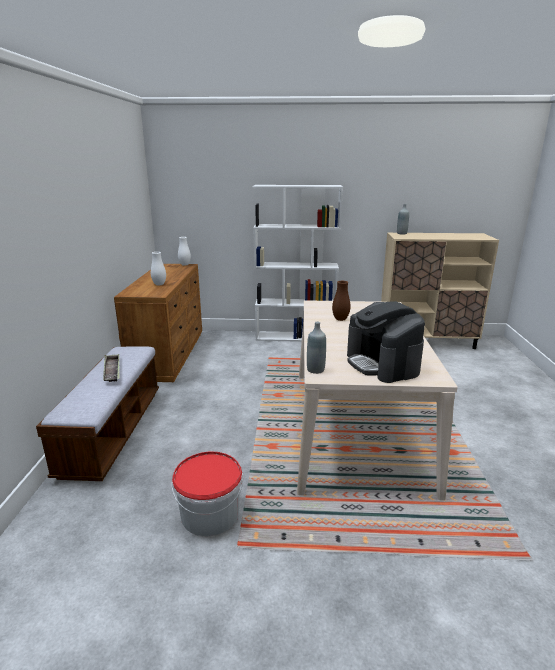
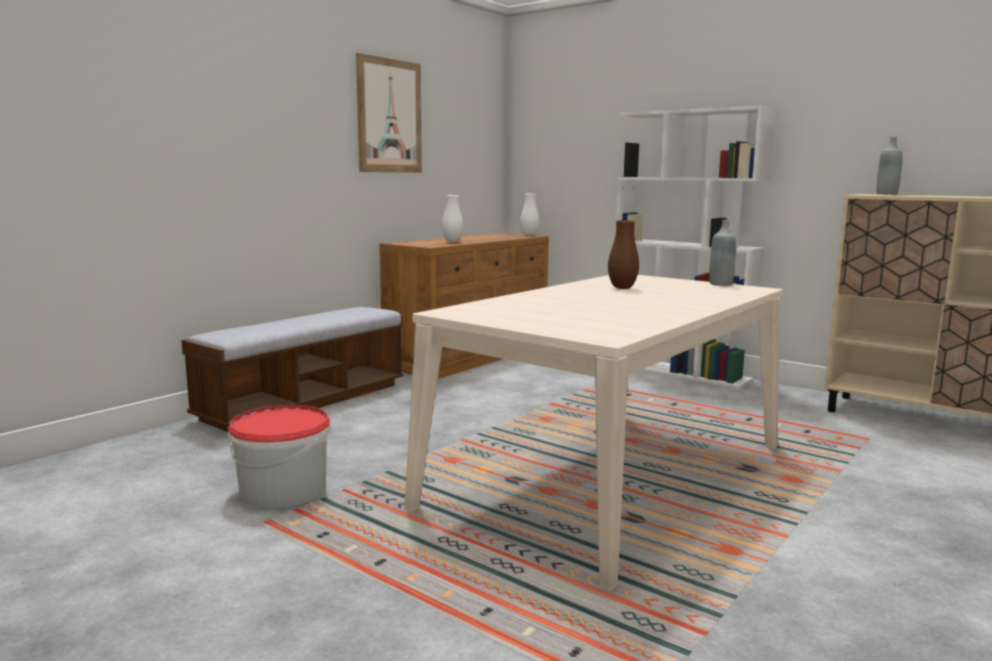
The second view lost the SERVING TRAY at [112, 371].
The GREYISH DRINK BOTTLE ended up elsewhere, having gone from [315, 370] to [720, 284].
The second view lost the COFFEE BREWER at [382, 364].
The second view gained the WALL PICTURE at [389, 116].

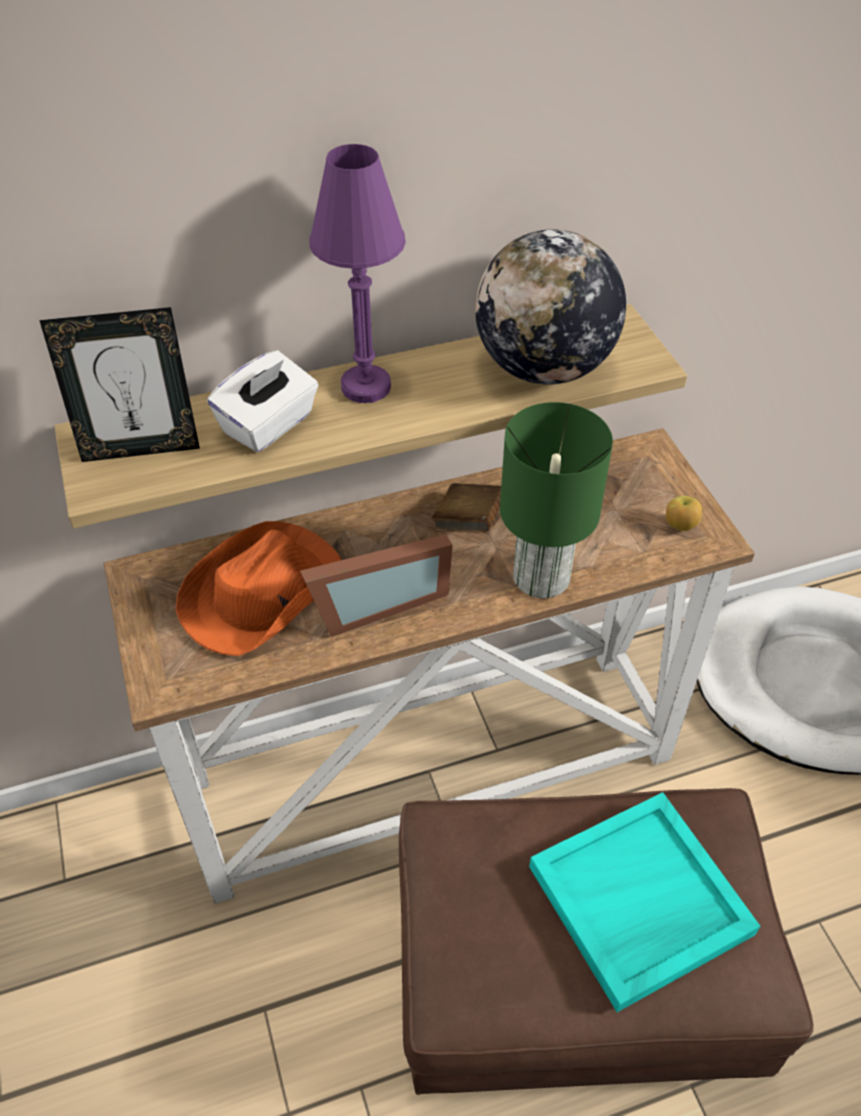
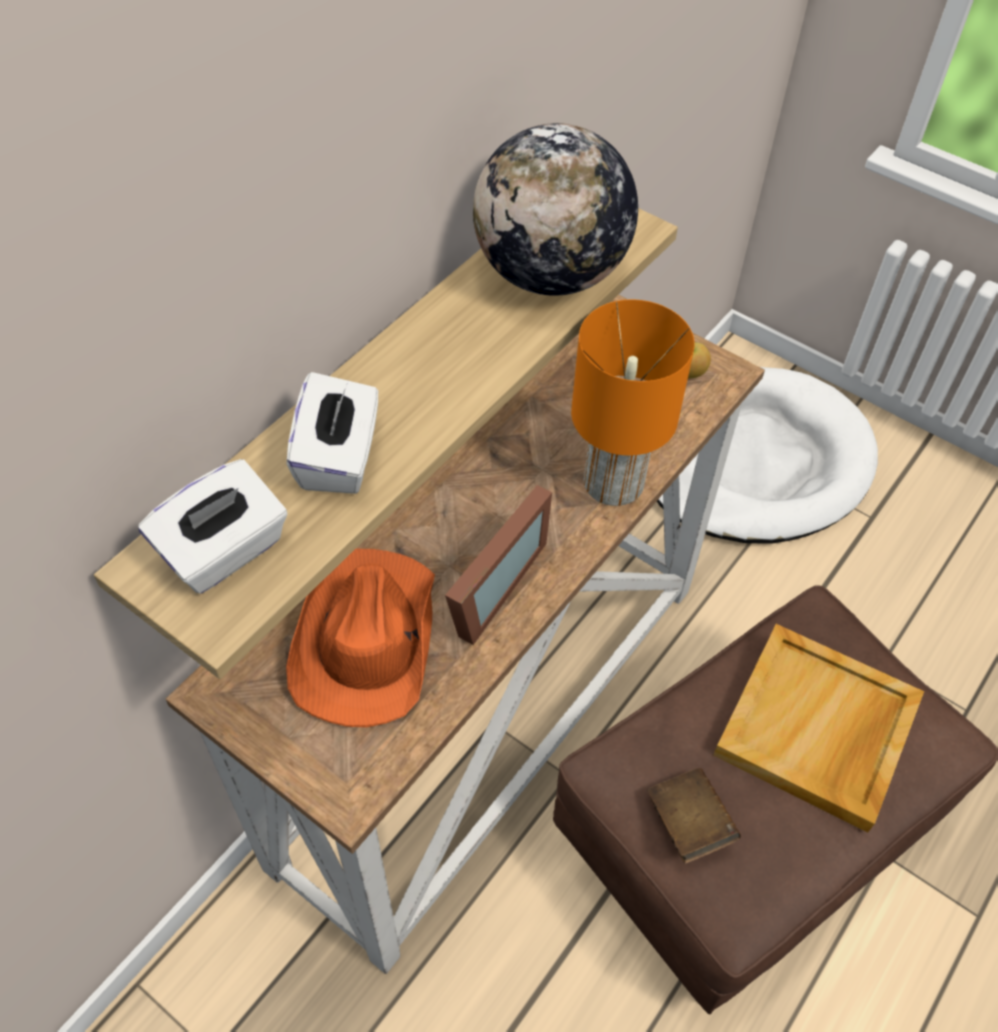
Where the PHOTO FRAME stood at [141, 448], the WHITE-COLOURED BOX OF TISSUES came to stand at [224, 551].
The second view lost the PURPLISH TABLE LAMP at [365, 387].
The BROWN-COLOURED VOLUME ended up elsewhere, having gone from [468, 523] to [688, 823].
What was the GREENISH TABLE LAMP at [540, 576] turned into the ORANGE-COLOURED TABLE LAMP at [611, 482].
What was the TURQUOISE SERVING TRAY at [639, 902] turned into the BEIGE-COLOURED SERVING TRAY at [818, 730].

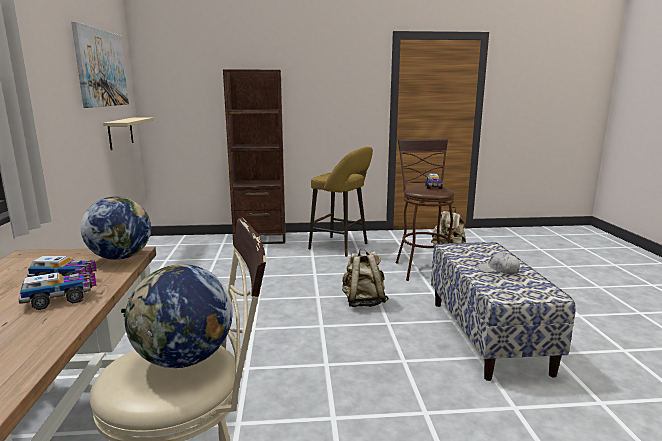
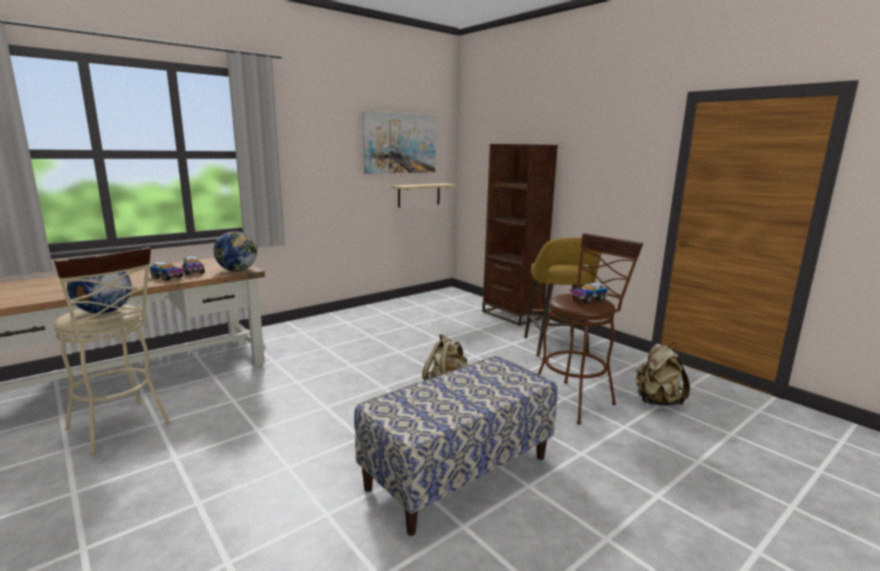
The second view lost the WHITE-COLOURED CAP at [498, 270].

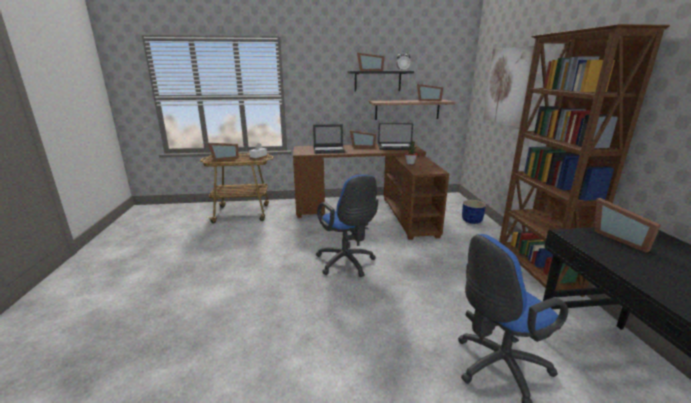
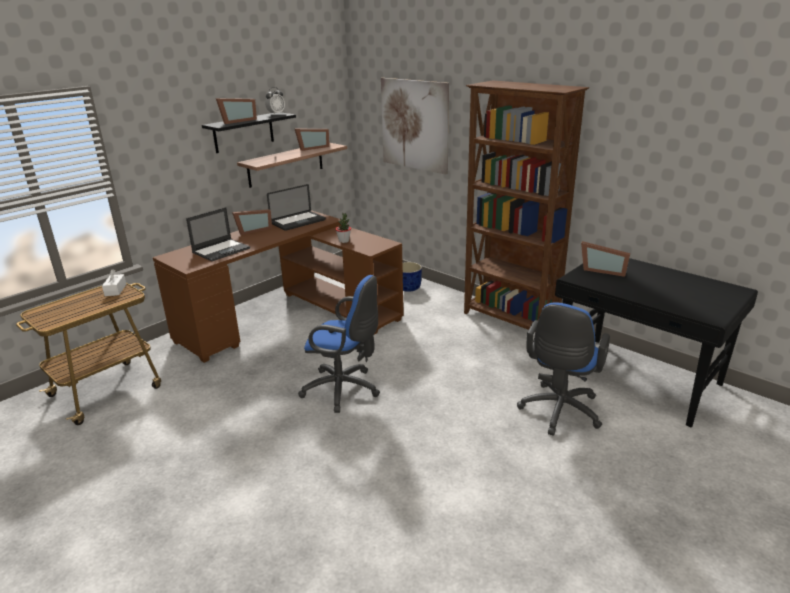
The second view lost the PHOTO FRAME at [224, 158].

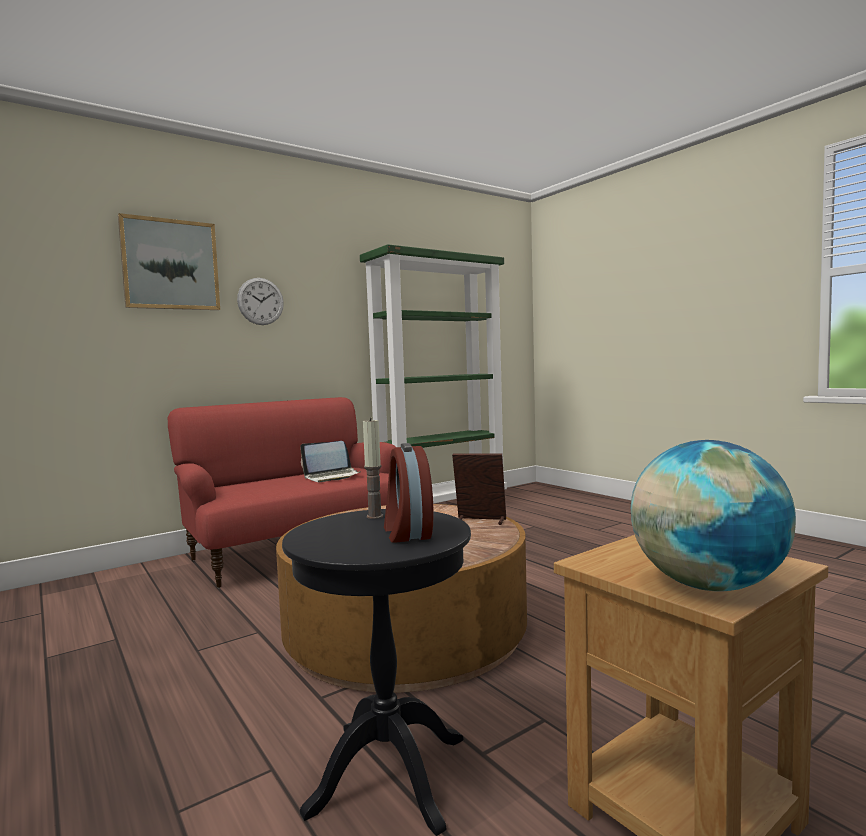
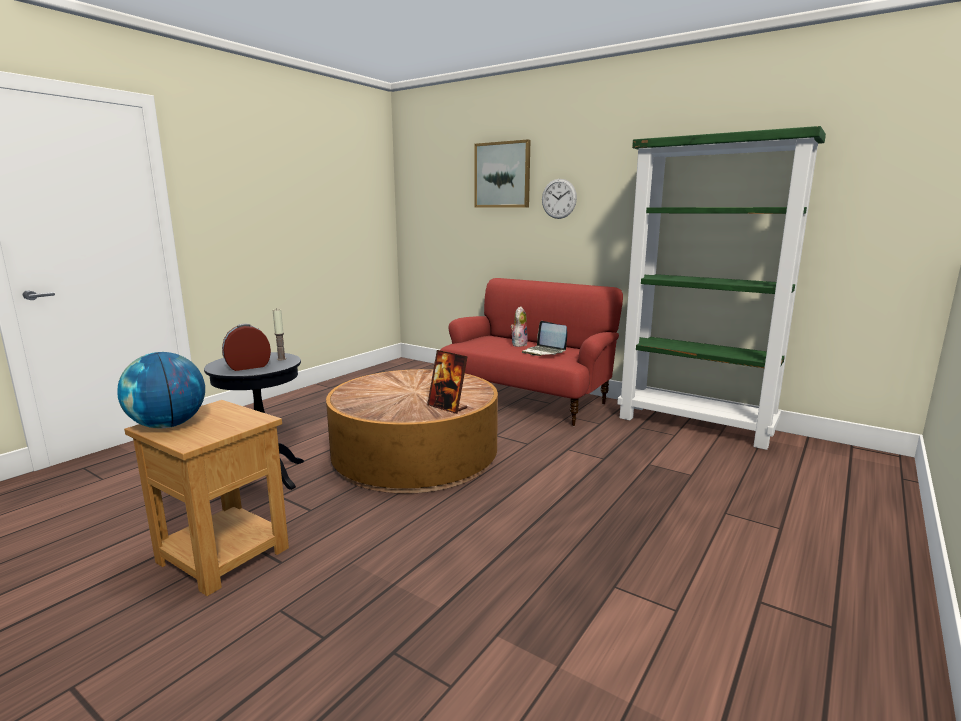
The PHOTO FRAME at [480, 521] ended up facing another way, 135 degrees clockwise from before.
The second view gained the SOFT TOY at [518, 344].

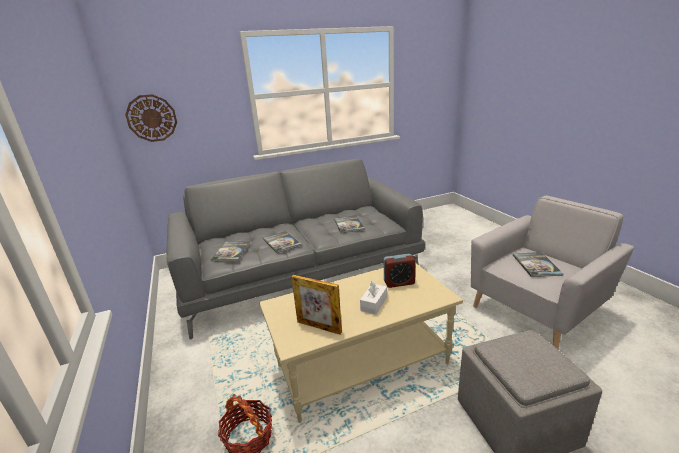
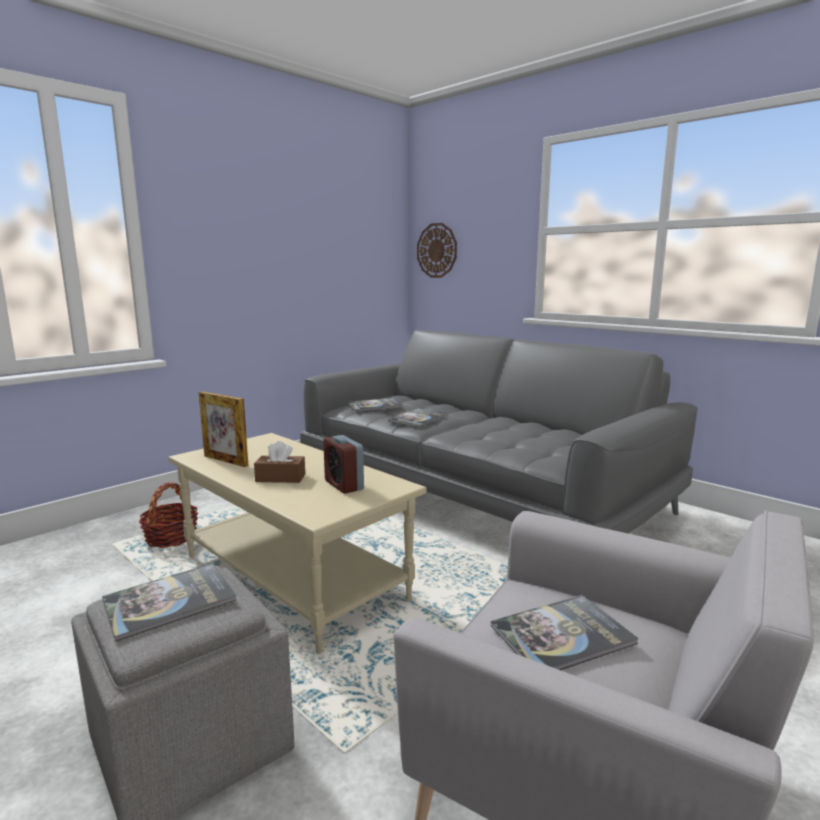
The PHOTO FRAME at [319, 327] ended up facing another way, 60 degrees counterclockwise from before.
The VOLUME ended up elsewhere, having gone from [349, 224] to [169, 601].
What was the WHITE-COLOURED BOX OF TISSUES at [374, 304] turned into the BROWN-COLOURED BOX OF TISSUES at [280, 478].

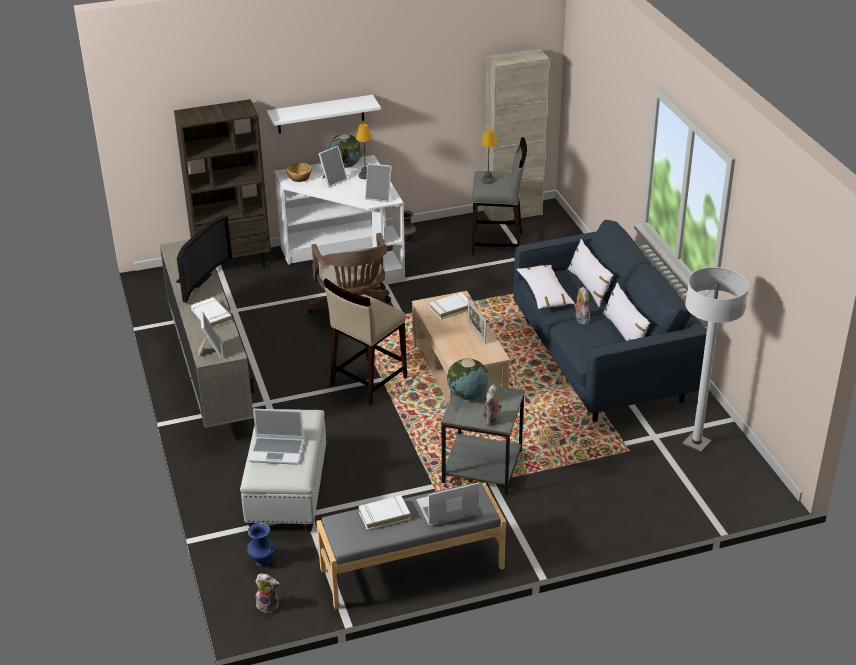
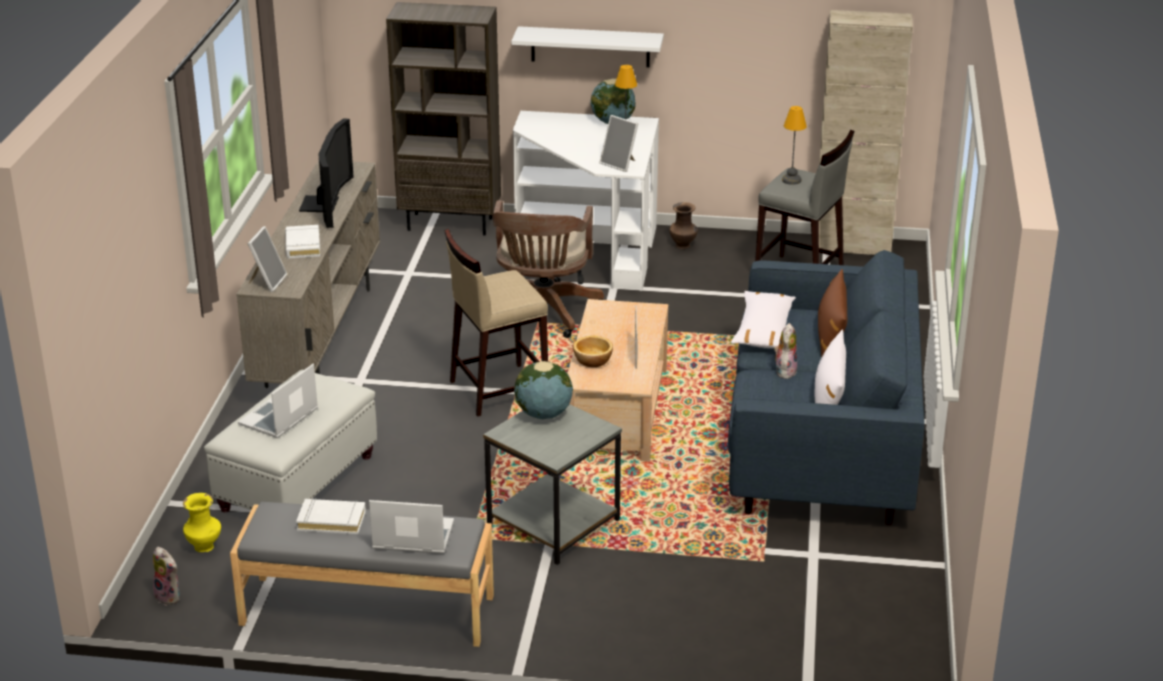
The TELEVISION at [198, 279] ended up facing another way, 45 degrees counterclockwise from before.
What was the BLUE FLOWER VASE at [263, 561] turned into the YELLOWISH FLOWER VASE at [205, 547].
The NOTEBOOK COMPUTER at [278, 451] ended up facing another way, 90 degrees clockwise from before.
The BOWL ended up elsewhere, having gone from [300, 178] to [593, 361].
The second view lost the PHOTO FRAME at [333, 180].
The second view lost the WHITE-COLOURED VOLUME at [451, 308].
The second view lost the SOFT TOY at [492, 420].
What was the WHITE-COLOURED PILLOW at [589, 286] turned into the BROWN-COLOURED PILLOW at [830, 336].
The second view lost the WHITE-COLOURED STANDARD LAMP at [696, 443].

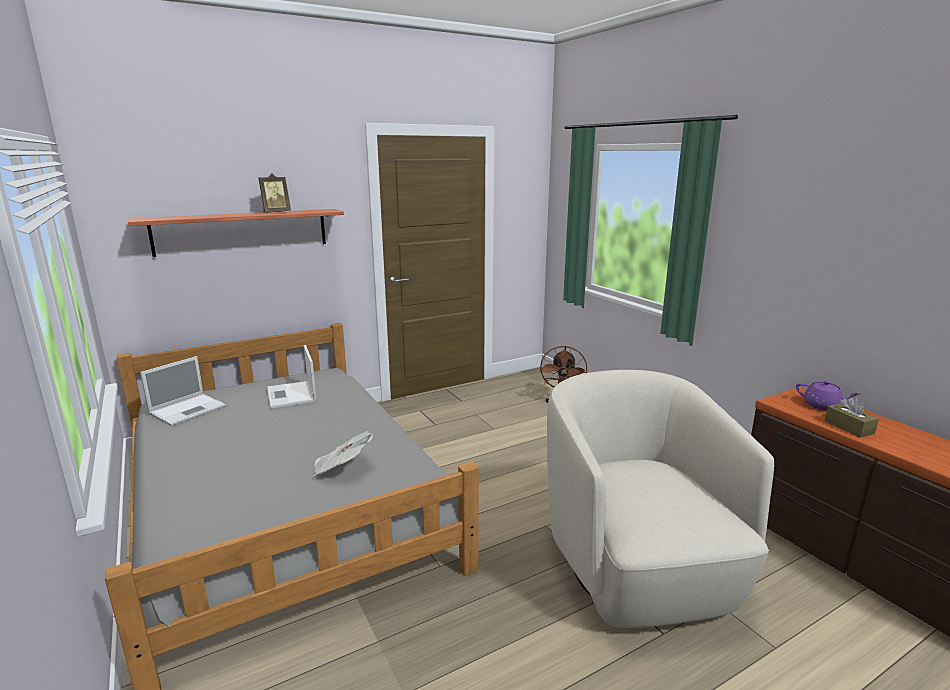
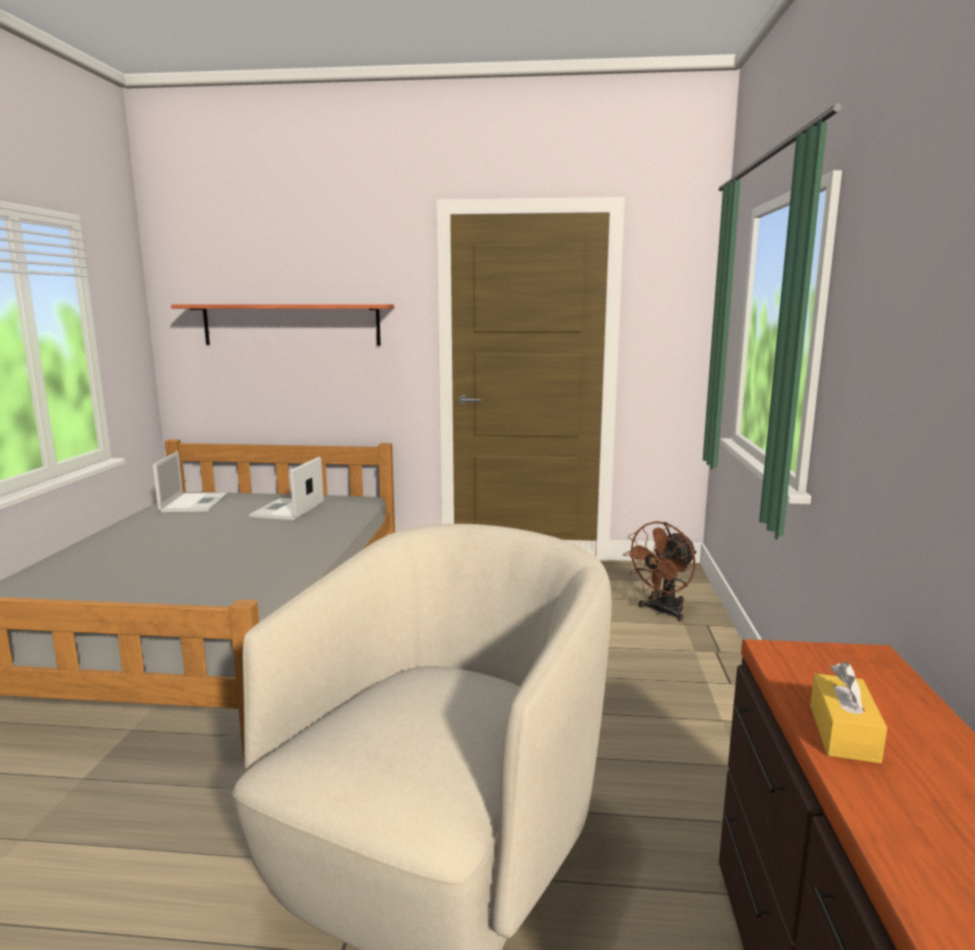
The NOTEBOOK COMPUTER at [189, 409] ended up facing another way, 75 degrees counterclockwise from before.
The second view lost the PHOTO FRAME at [275, 212].
The second view lost the NEWSPAPER at [342, 467].
The second view lost the PURPLISH TEAPOT at [823, 406].
What was the BROWN-COLOURED BOX OF TISSUES at [849, 427] turned into the YELLOWISH BOX OF TISSUES at [843, 733].

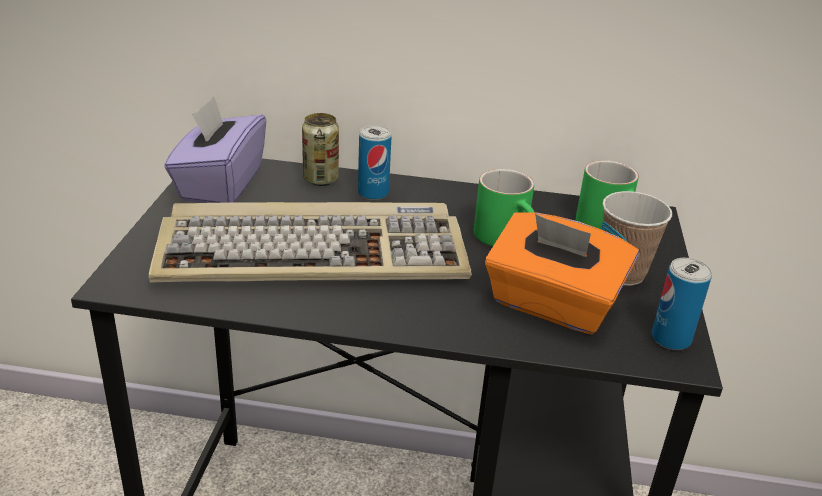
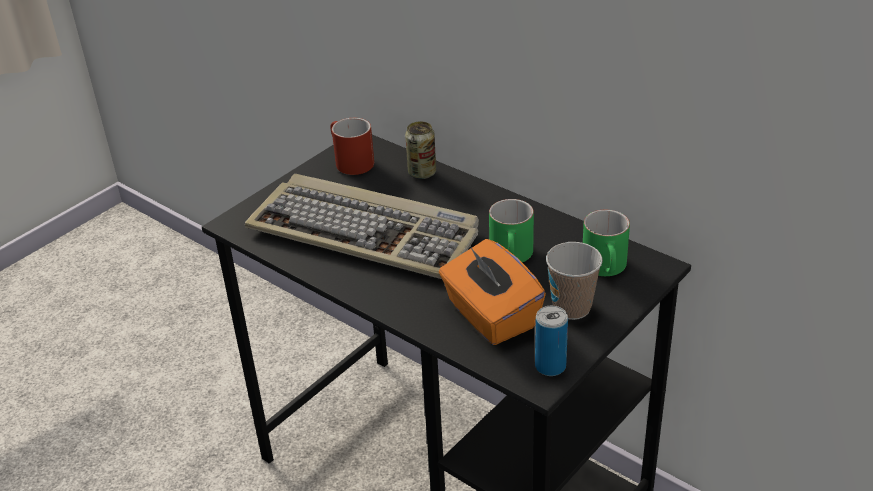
Where the PURPLISH BOX OF TISSUES stood at [220, 184], the REDDISH MUG came to stand at [349, 162].
The second view lost the METAL CAN at [373, 193].

